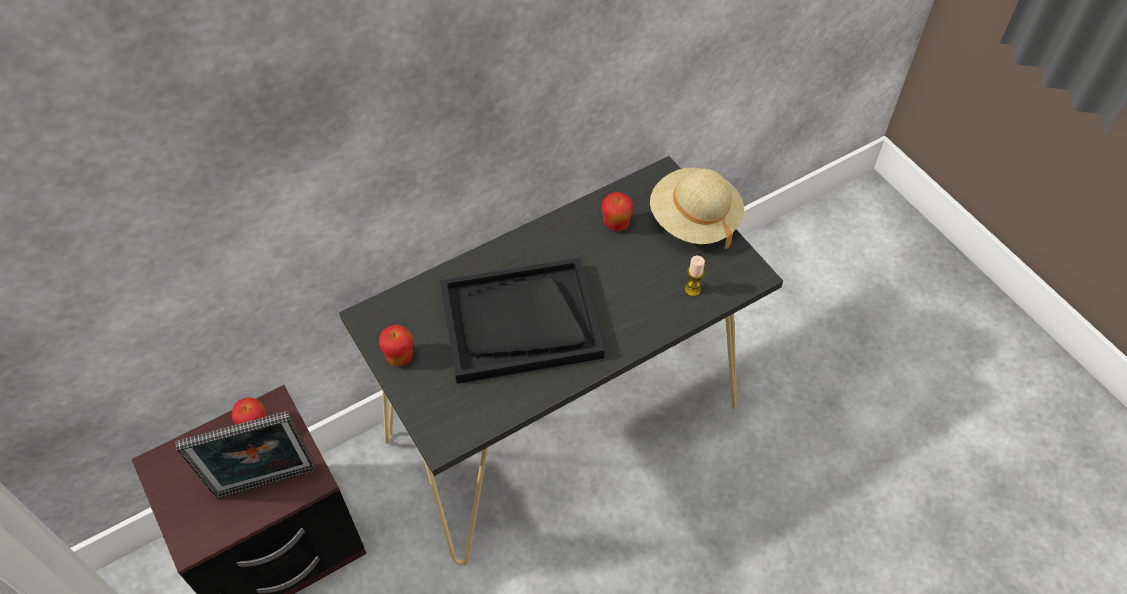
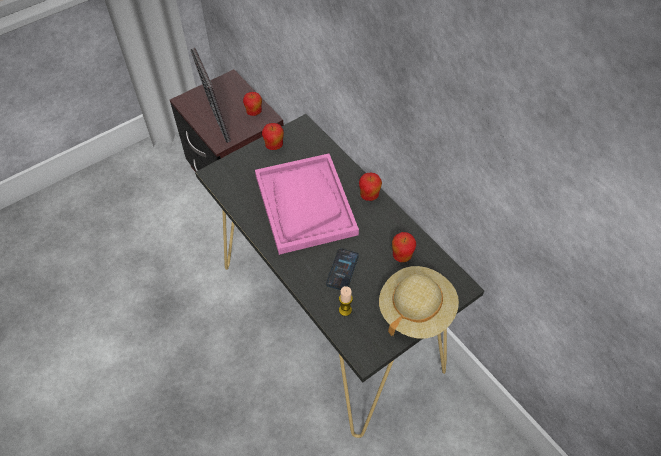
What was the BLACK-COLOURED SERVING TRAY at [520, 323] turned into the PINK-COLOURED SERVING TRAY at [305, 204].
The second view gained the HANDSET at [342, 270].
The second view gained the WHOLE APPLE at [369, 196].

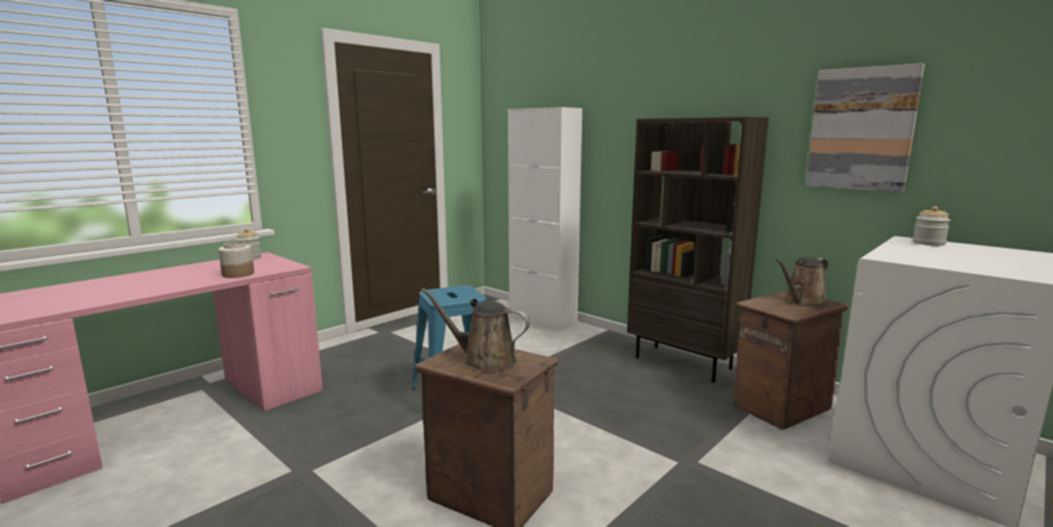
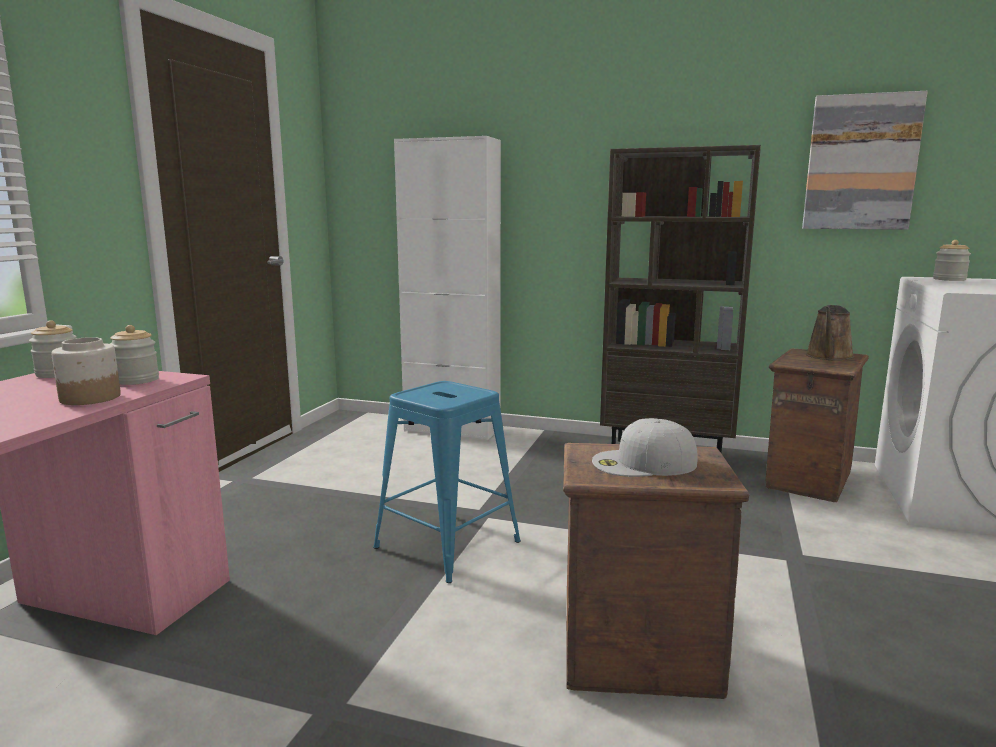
Where the BROWN-COLOURED WATERING CAN stood at [484, 360], the WHITE-COLOURED CAP came to stand at [643, 463].
The second view gained the STORAGE JAR at [136, 380].

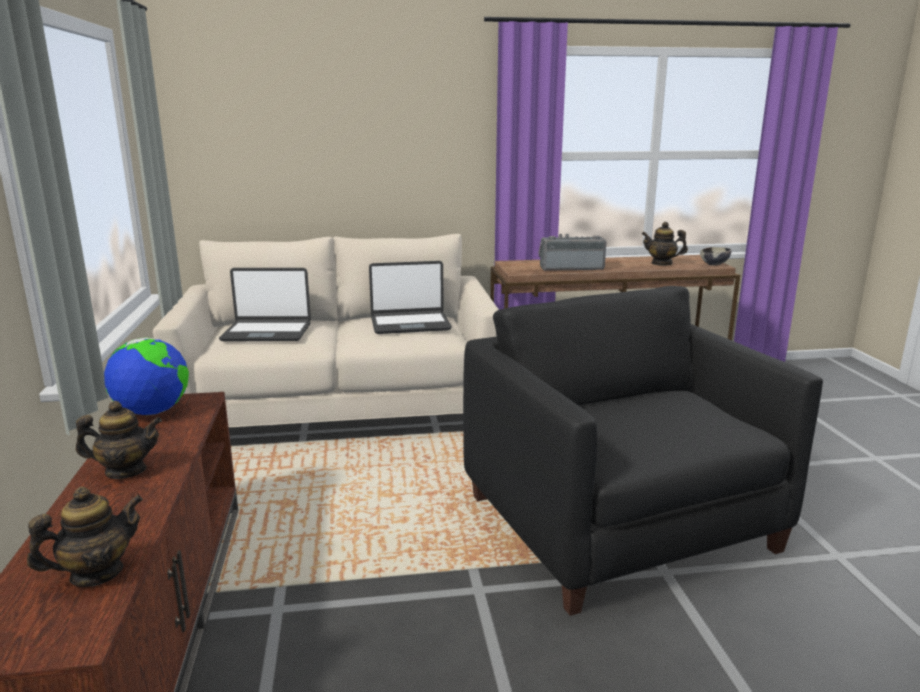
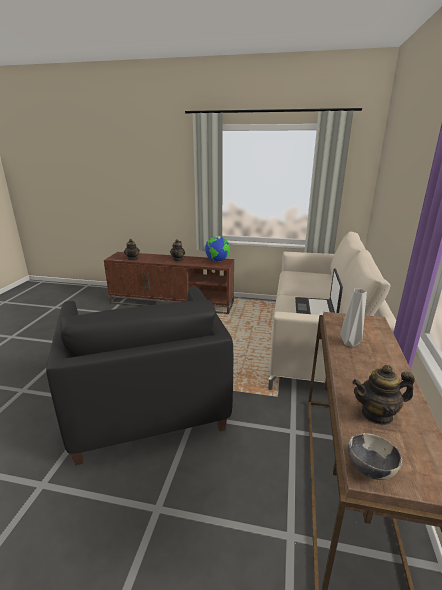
The second view lost the NOTEBOOK COMPUTER at [267, 332].
The BLACK-COLOURED LOUNGE CHAIR at [619, 523] ended up facing another way, 75 degrees clockwise from before.
Where the RADIO RECEIVER stood at [571, 268], the GREYISH FLOWER VASE came to stand at [349, 343].
The TEAPOT at [662, 263] ended up facing another way, 135 degrees counterclockwise from before.

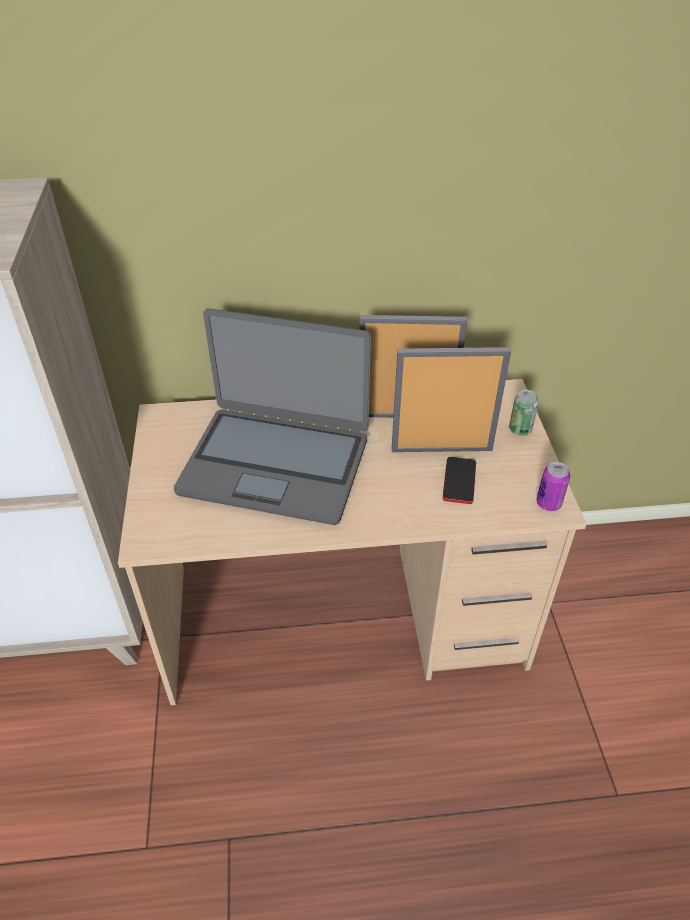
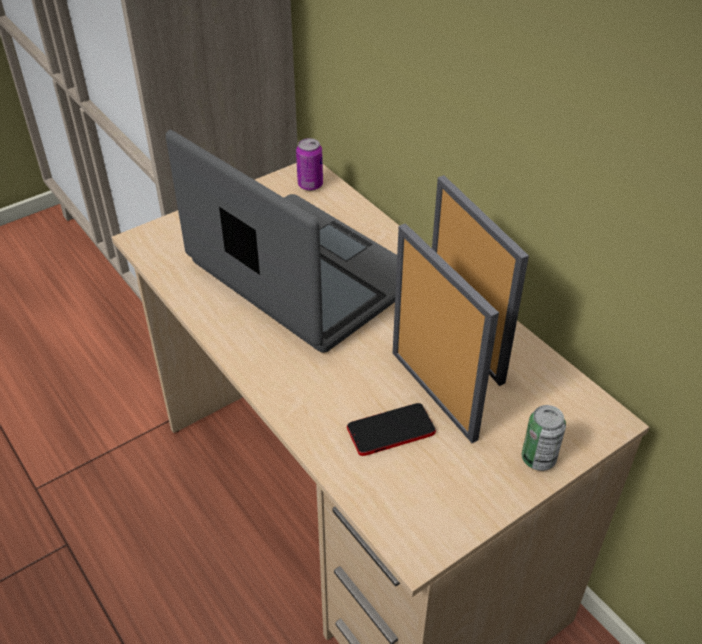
The NOTEBOOK COMPUTER at [275, 464] ended up facing another way, 150 degrees clockwise from before.
The METAL CAN ended up elsewhere, having gone from [548, 503] to [310, 185].

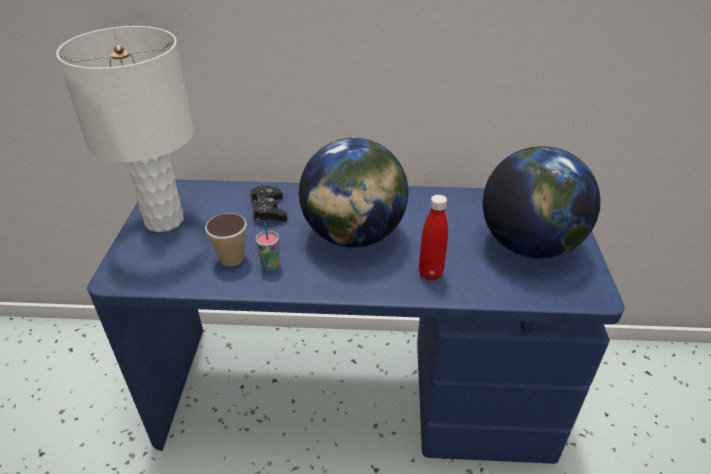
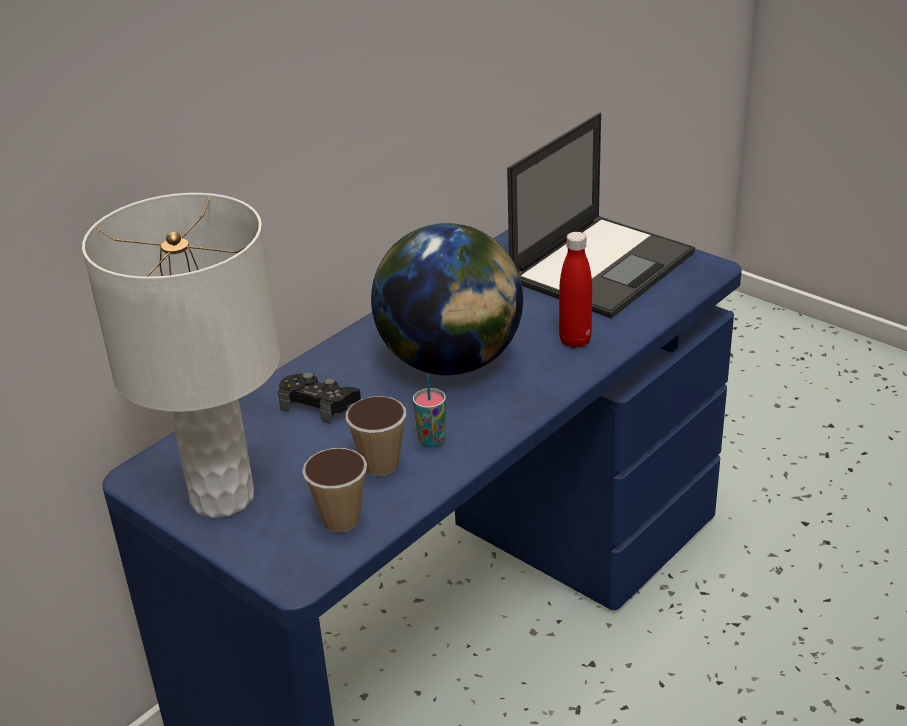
Where the DESK GLOBE stood at [529, 244], the NOTEBOOK COMPUTER came to stand at [602, 265].
The second view gained the CUP at [341, 520].

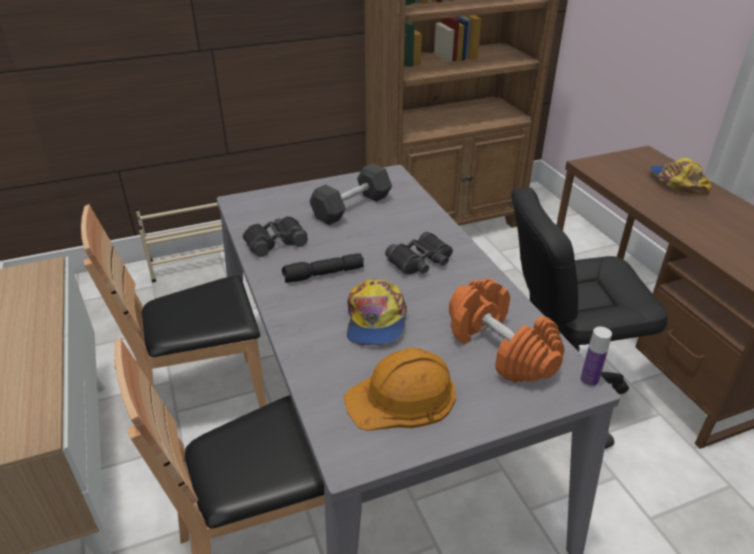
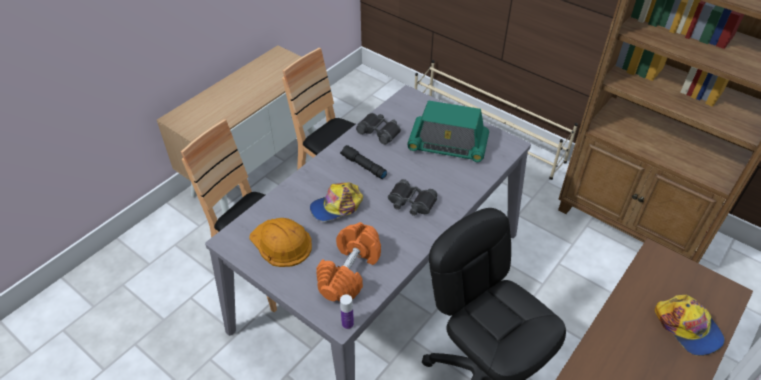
Where the BLACK-COLOURED FREE WEIGHT stood at [351, 207], the RADIO RECEIVER came to stand at [447, 145].
The CAP at [676, 182] ended up facing another way, 105 degrees clockwise from before.

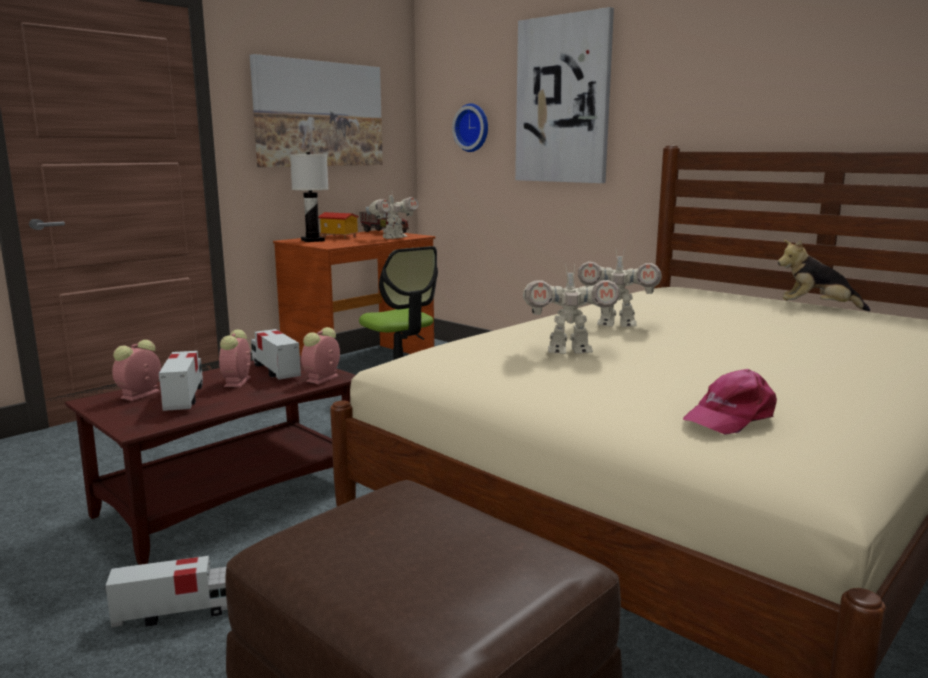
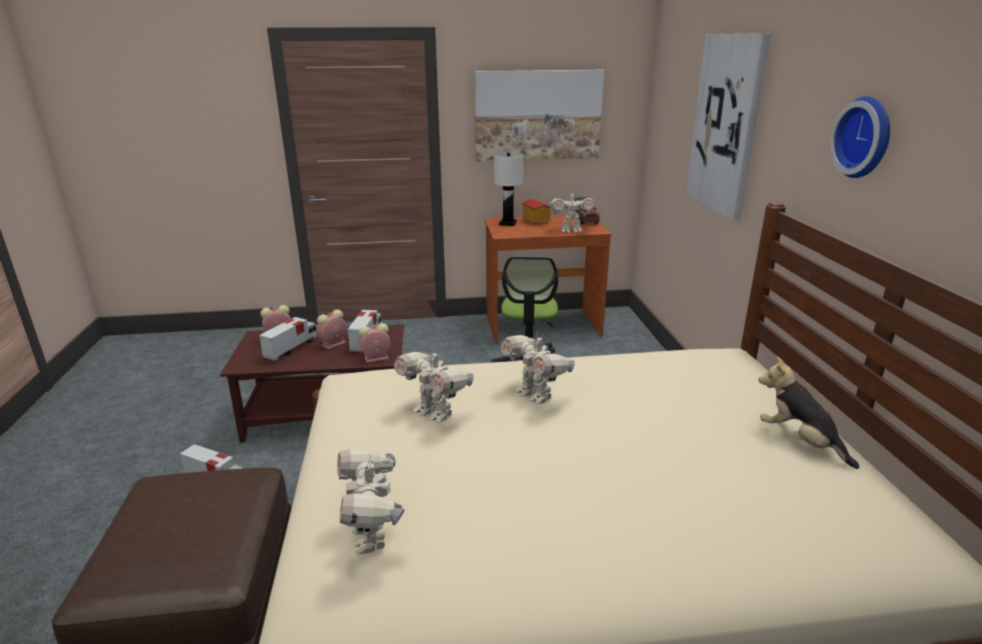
The CLOCK ON THE WALL ended up elsewhere, having gone from [473, 128] to [866, 137].
Where the PINK-COLOURED CAP stood at [730, 417], the ROBOT FIGURE came to stand at [372, 536].

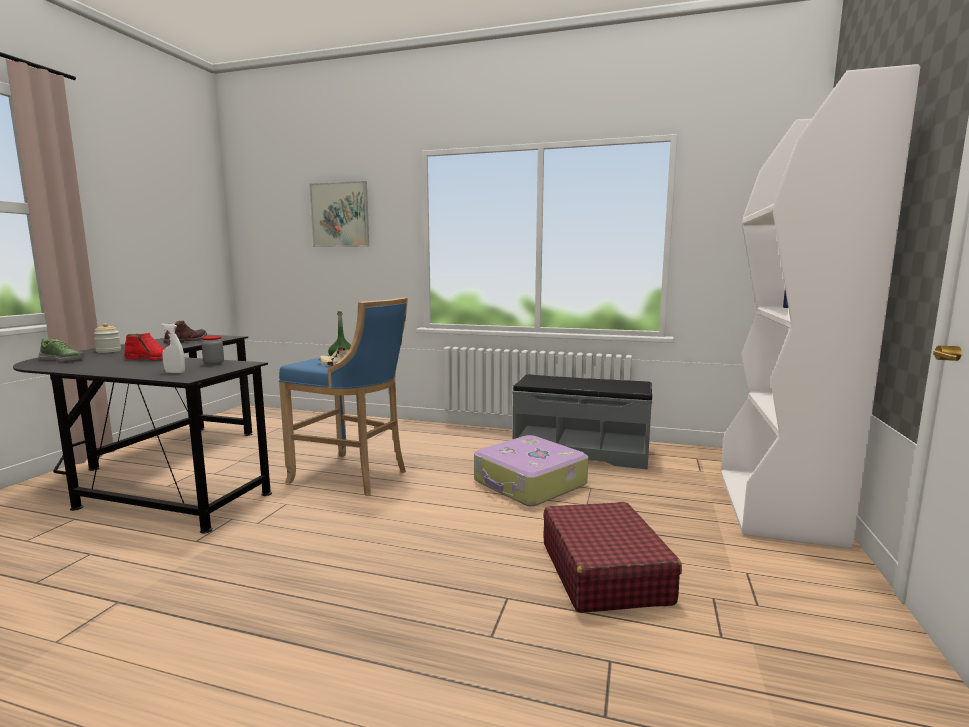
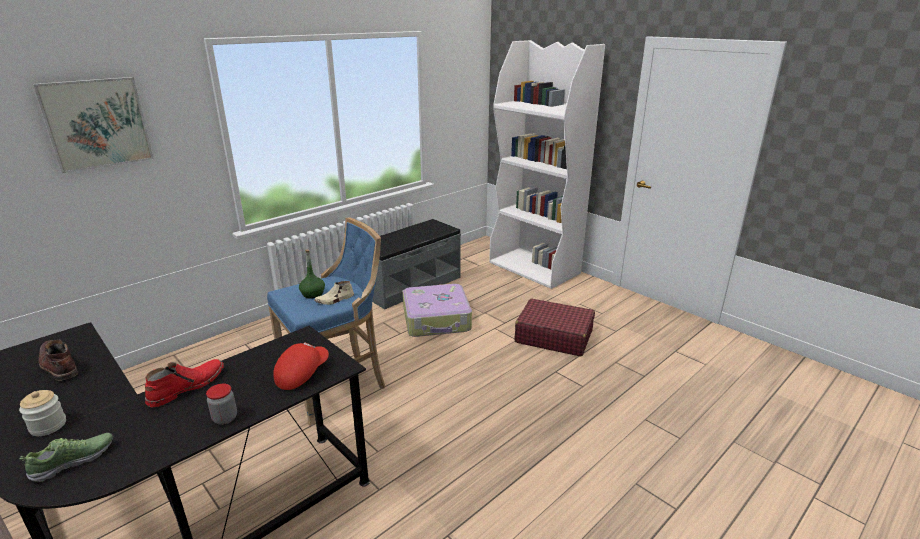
Where the WHITE-COLOURED SPRAYER stood at [175, 372], the REDDISH CAP came to stand at [301, 374].
The STORAGE JAR ended up elsewhere, having gone from [214, 363] to [225, 418].

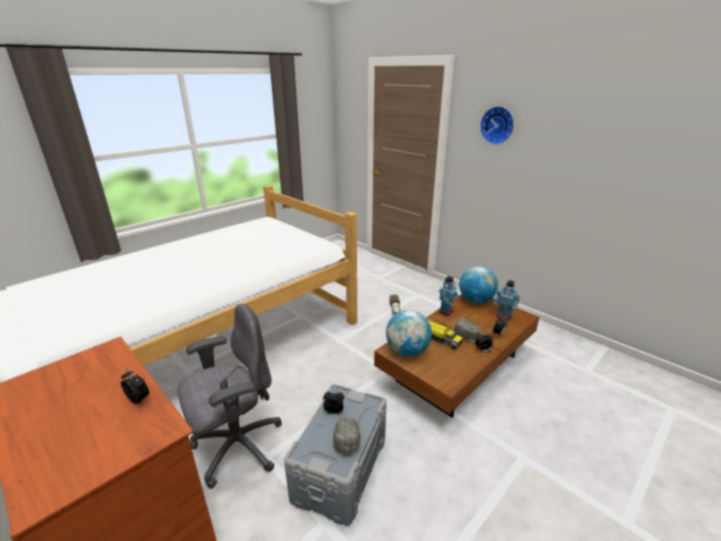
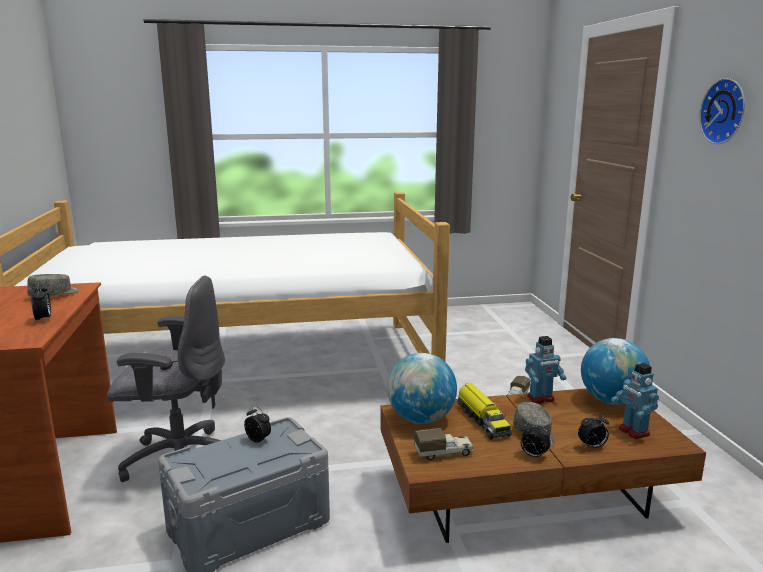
The GREYISH CAP ended up elsewhere, having gone from [347, 438] to [55, 295].
The second view gained the TOY LORRY at [444, 453].

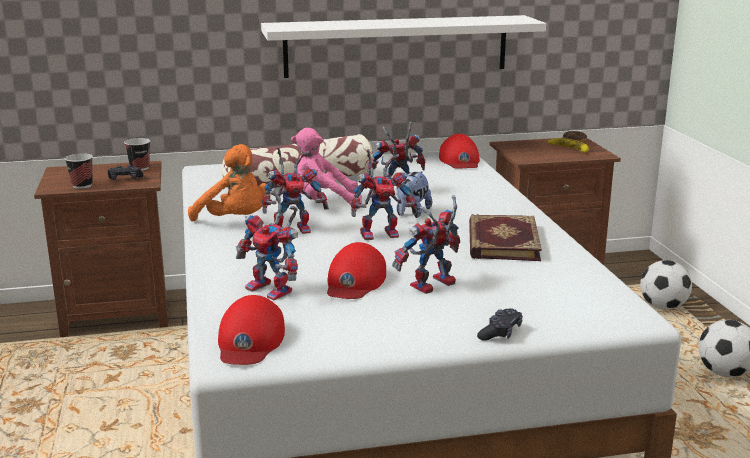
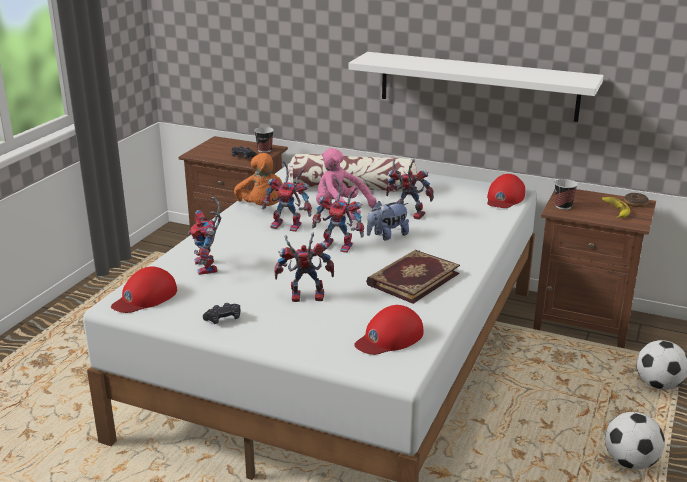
The CUP ended up elsewhere, having gone from [82, 186] to [563, 206].
The REDDISH CAP ended up elsewhere, having gone from [355, 282] to [389, 338].
The BLACK-COLOURED GAMEPAD ended up elsewhere, having gone from [500, 333] to [223, 319].

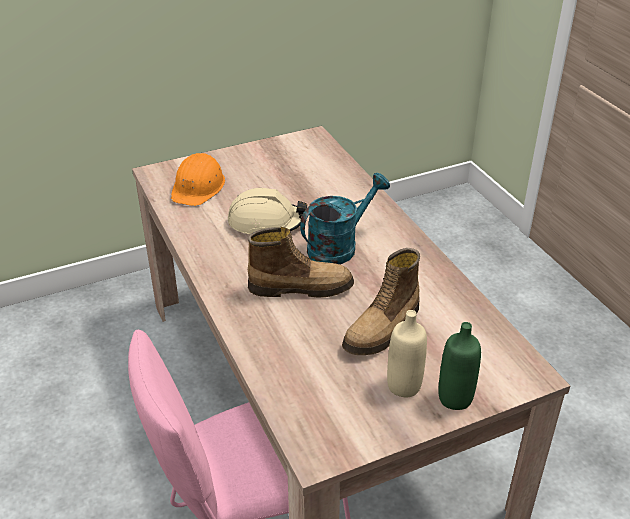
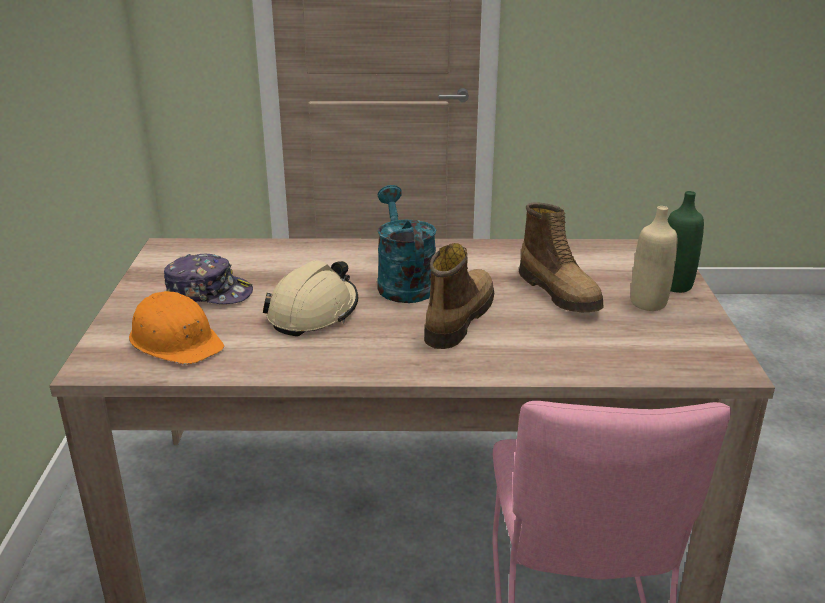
The second view gained the CAP at [208, 293].

